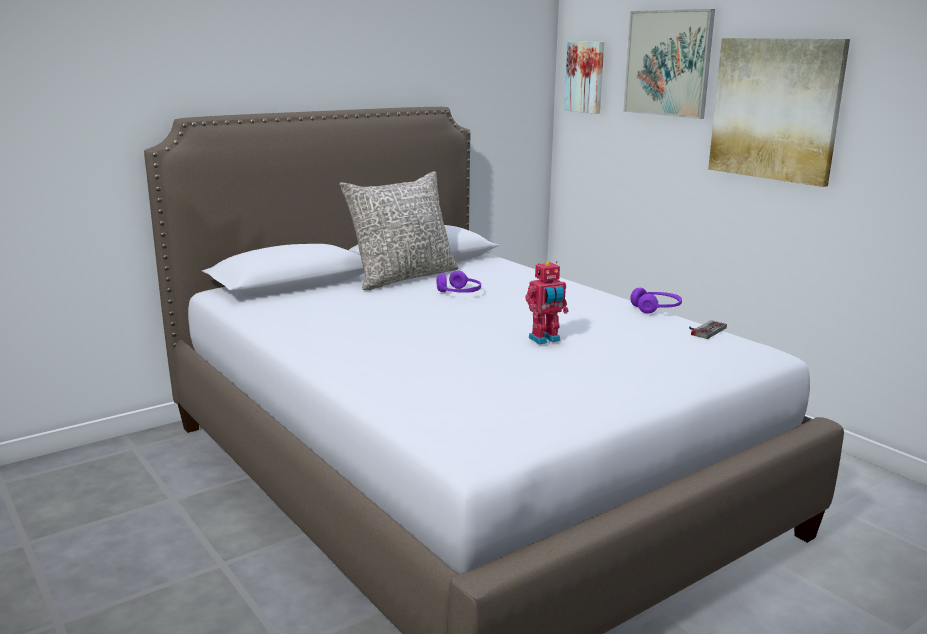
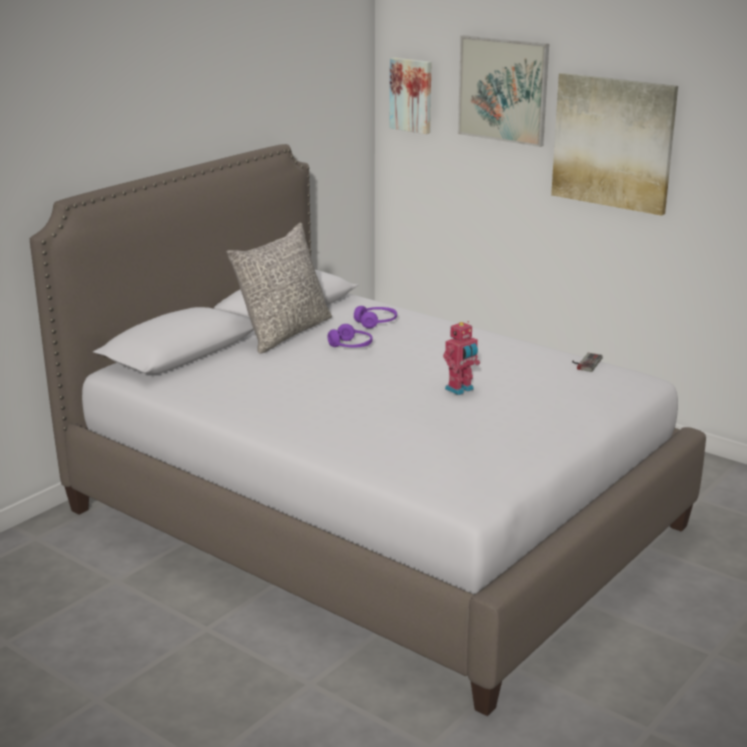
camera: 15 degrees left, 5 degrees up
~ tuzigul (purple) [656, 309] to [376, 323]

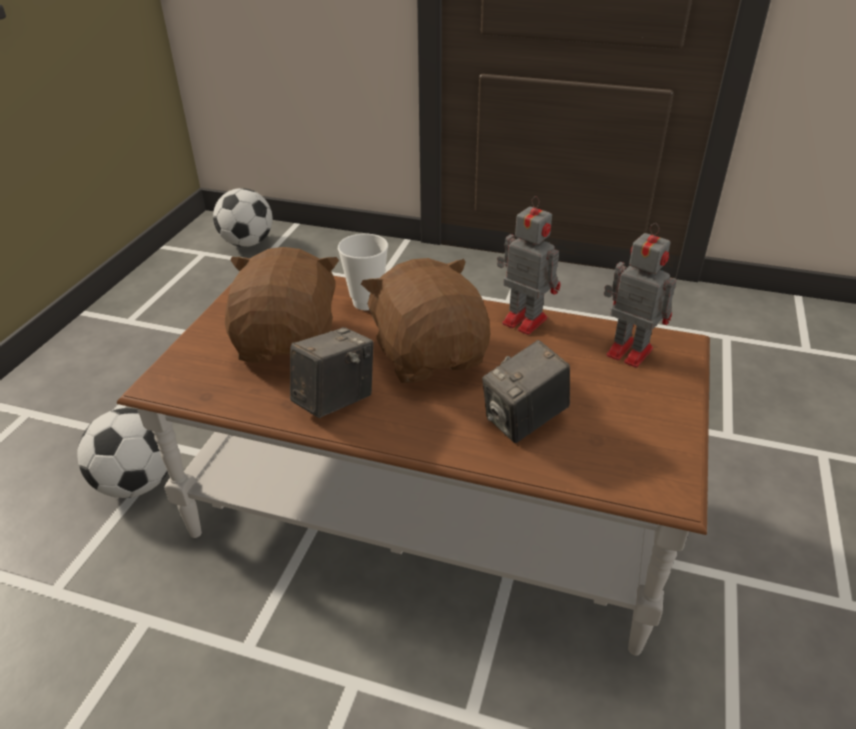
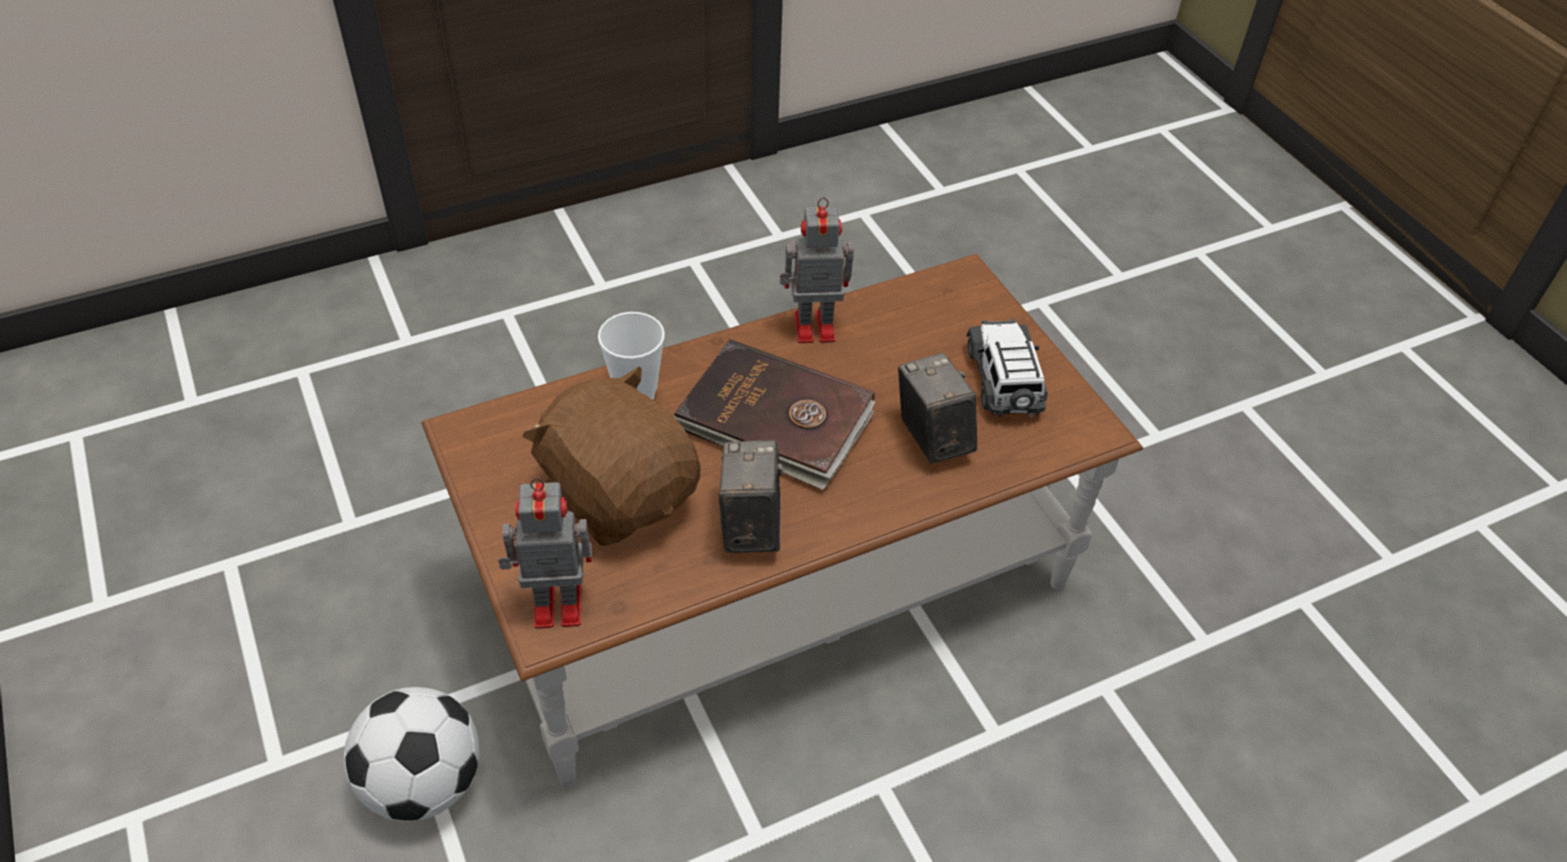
camera: 45 degrees left, 10 degrees up
- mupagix [247, 243]
~ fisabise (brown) [429, 355] to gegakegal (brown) [775, 420]
~ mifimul [524, 421] = [932, 437] 150 degrees clockwise
~ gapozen [627, 351] to [554, 604]
+ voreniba [1004, 381]

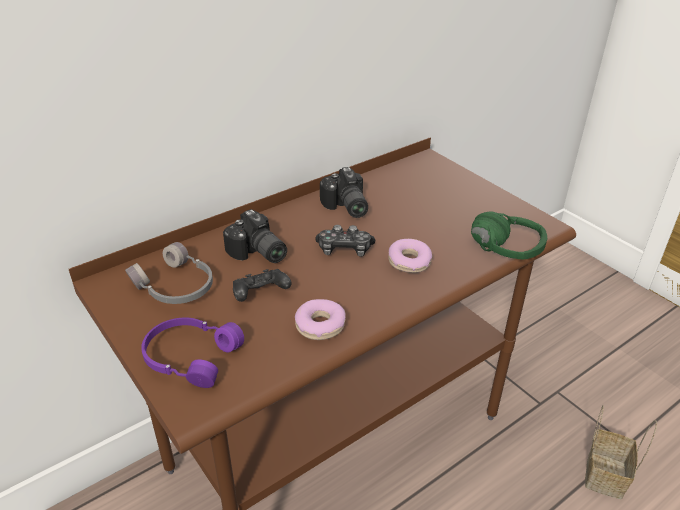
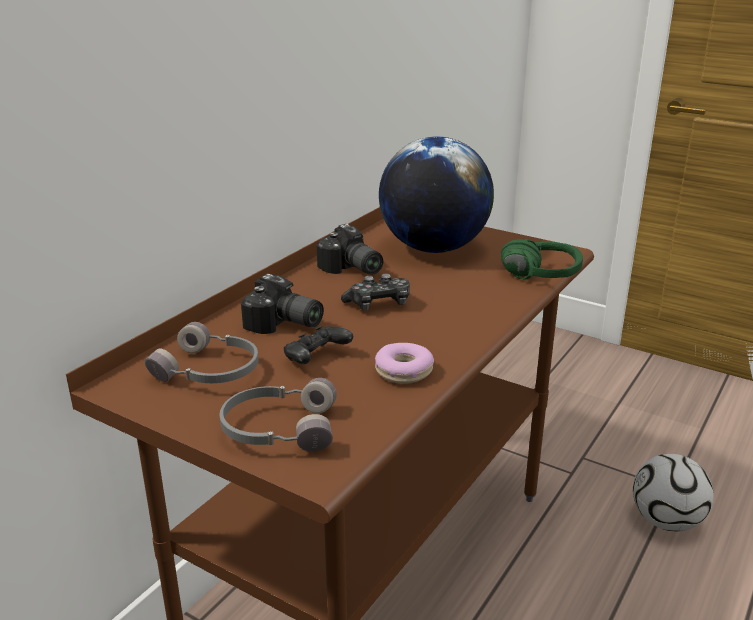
camera: 20 degrees left, 10 degrees down
~ tuzigul (purple) [190, 357] to tuzigul (grey) [279, 428]
- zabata [409, 262]
~ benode [604, 473] to mupagix [665, 521]
+ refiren [434, 248]

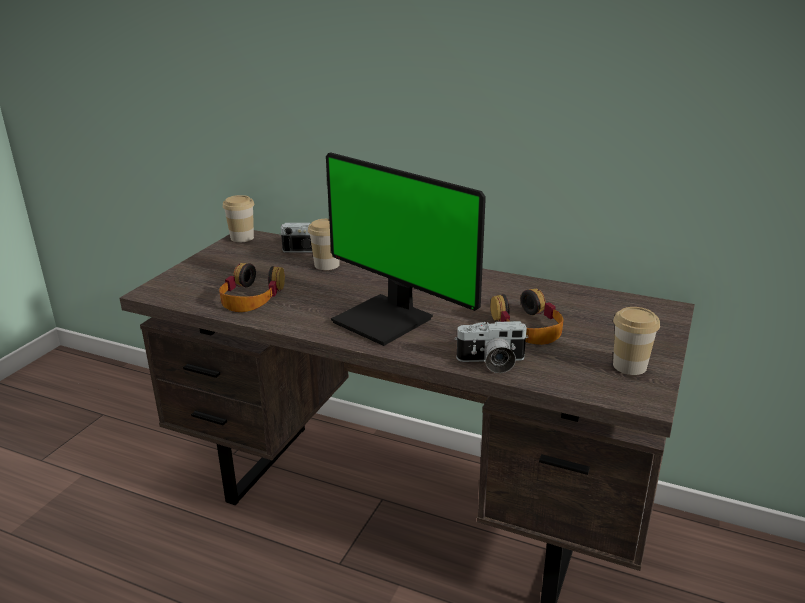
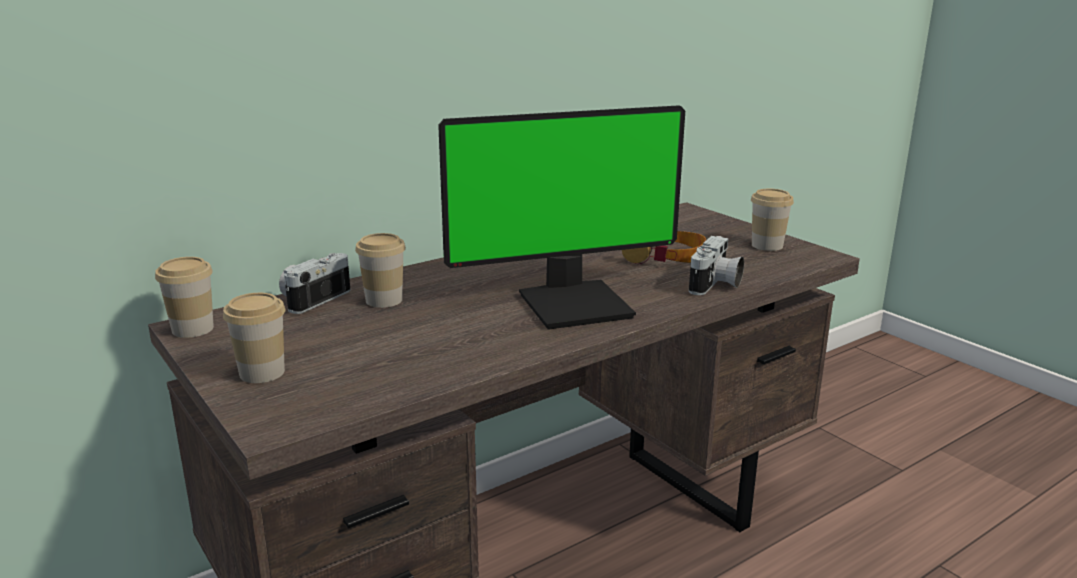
camera: 60 degrees left, 5 degrees down
- tuzigul [251, 297]
+ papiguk [262, 373]

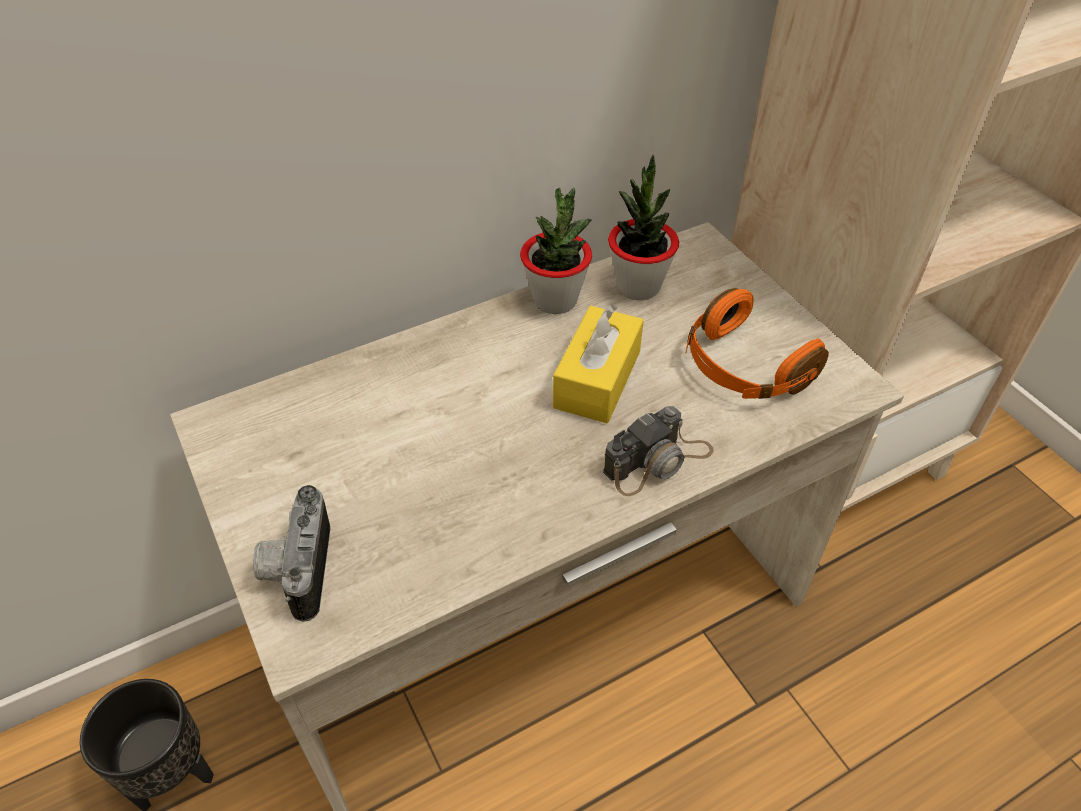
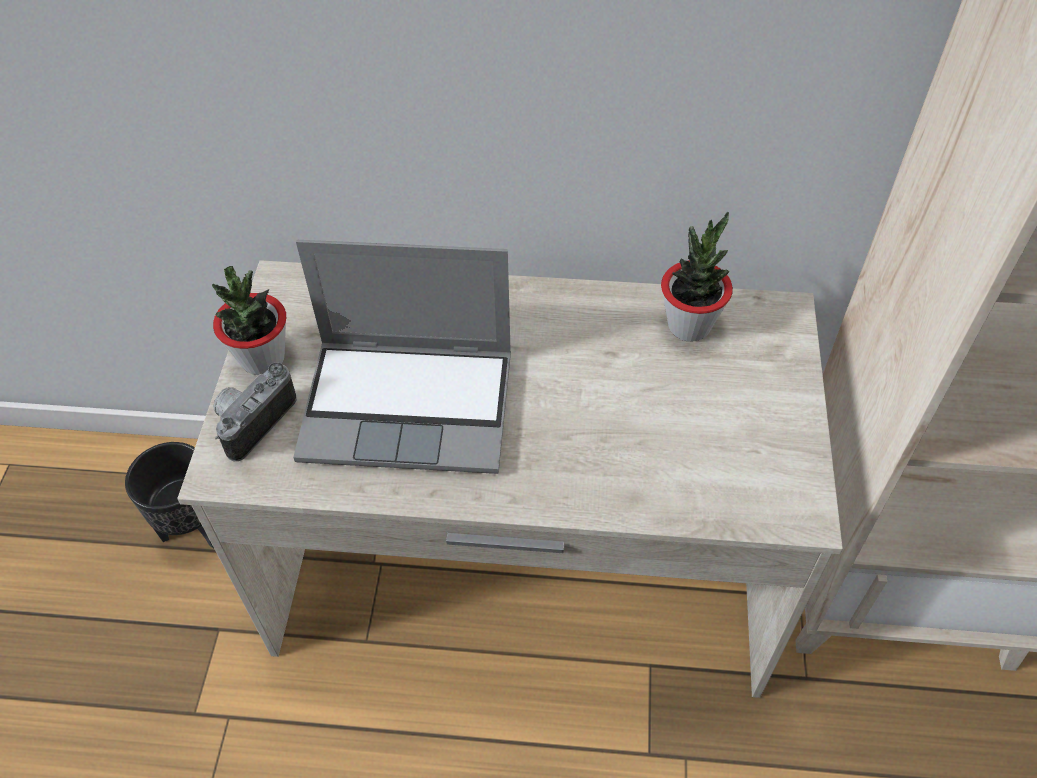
camera: 35 degrees right, 5 degrees up
~ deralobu [555, 300] to [262, 359]
- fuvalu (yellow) [597, 379]
- mifimul [658, 461]
- tuzigul (orange) [743, 368]
+ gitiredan [411, 405]

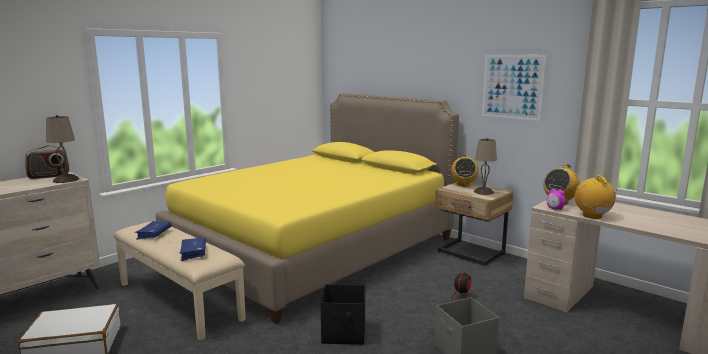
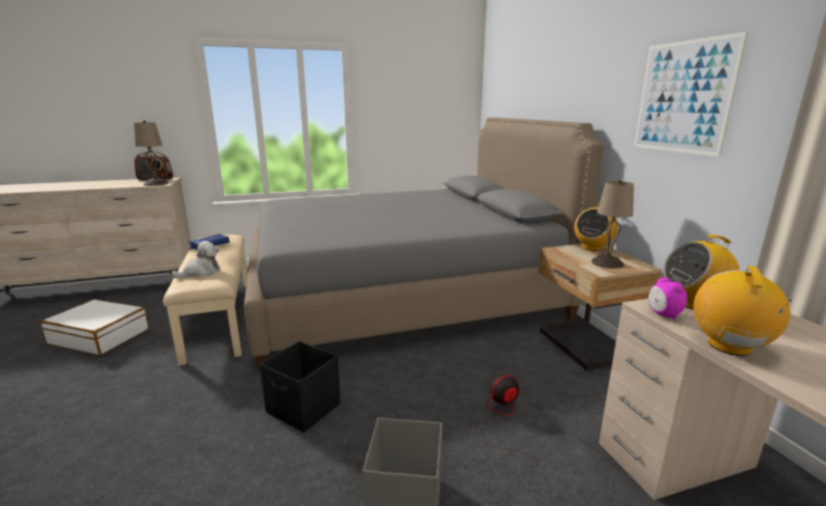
camera: 30 degrees right, 5 degrees up
~ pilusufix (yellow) [314, 249] to pilusufix (grey) [401, 294]
~ gegakegal (blue) [193, 253] to fisabise [201, 272]

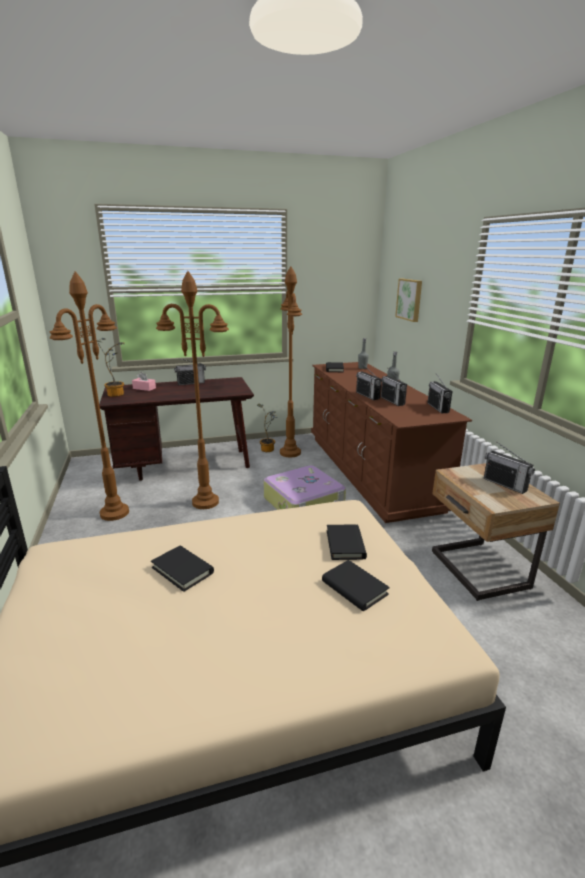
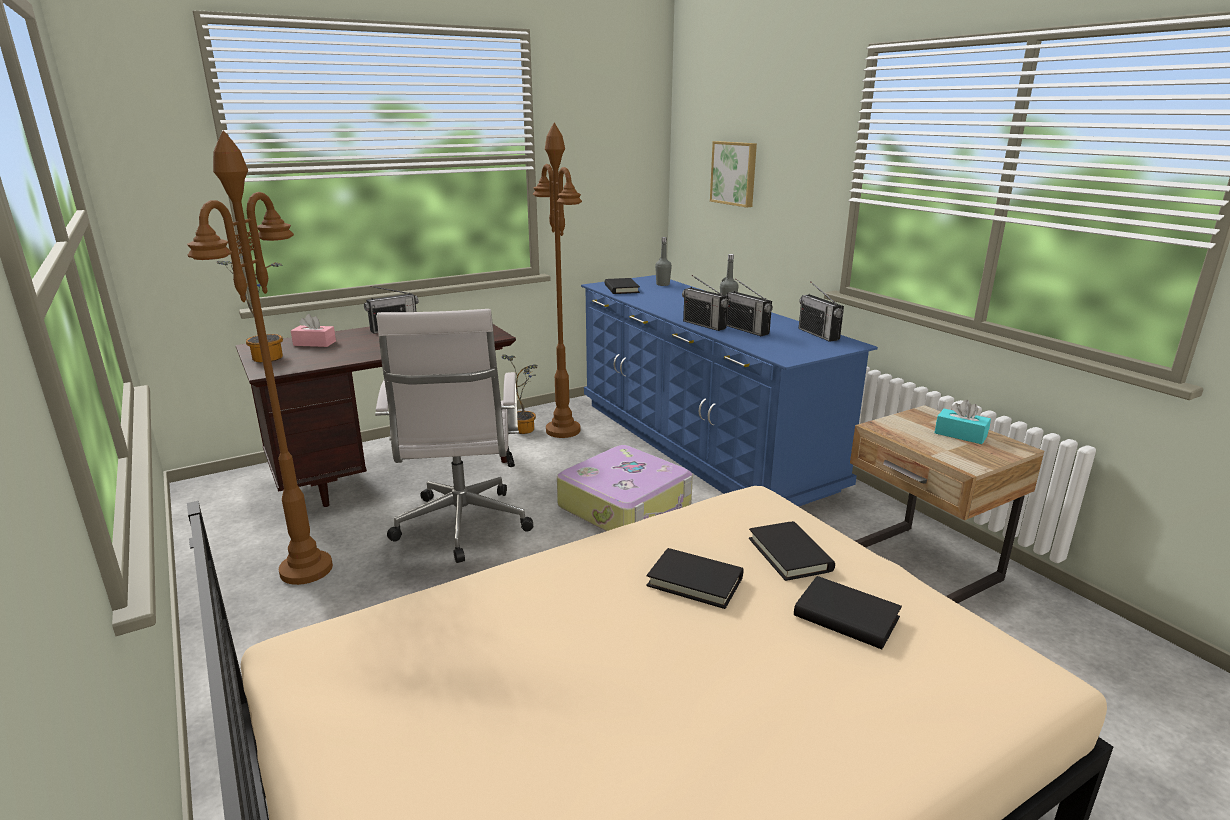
camera: 15 degrees left, 0 degrees up
~ gegakegal (black) [182, 570] to [695, 581]
~ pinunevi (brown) [205, 502] to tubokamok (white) [462, 528]
~ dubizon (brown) [370, 470] to dubizon (blue) [700, 443]
~ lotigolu [505, 484] to fuvalu (turquoise) [960, 435]

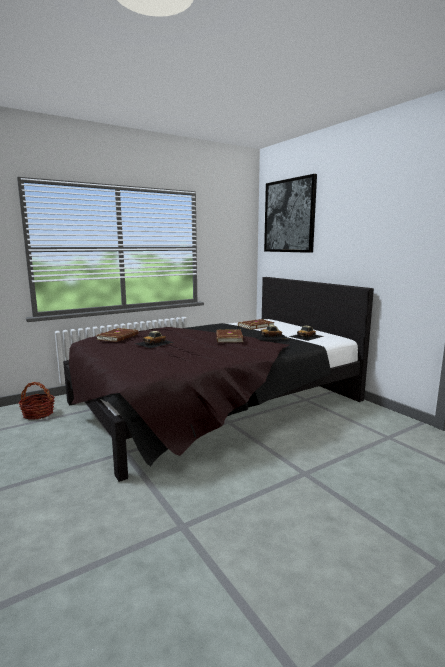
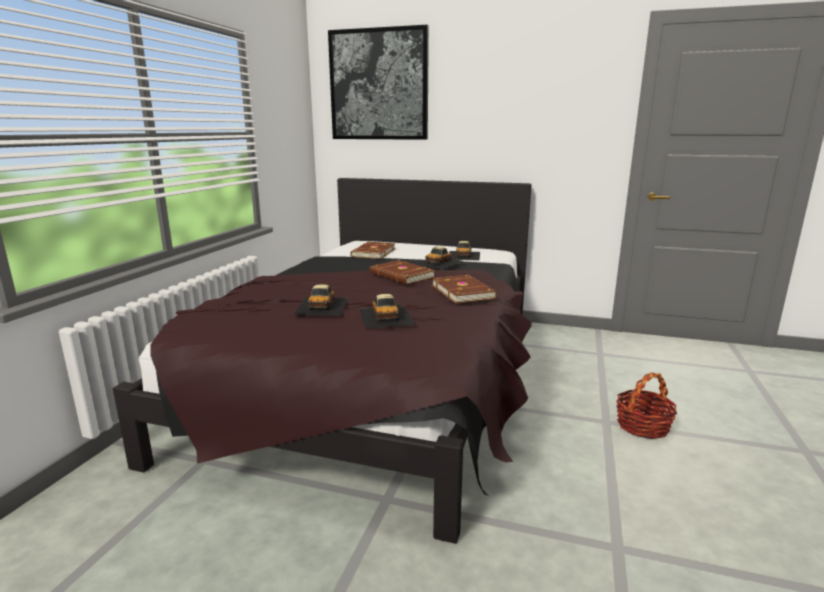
camera: 40 degrees left, 5 degrees up
~ benode [38, 414] to [642, 426]
~ gegakegal (brown) [118, 337] to [463, 292]
+ voreniba [386, 316]

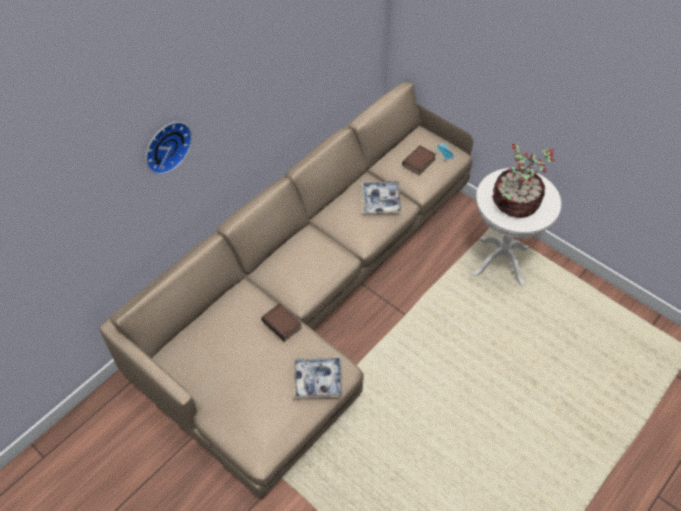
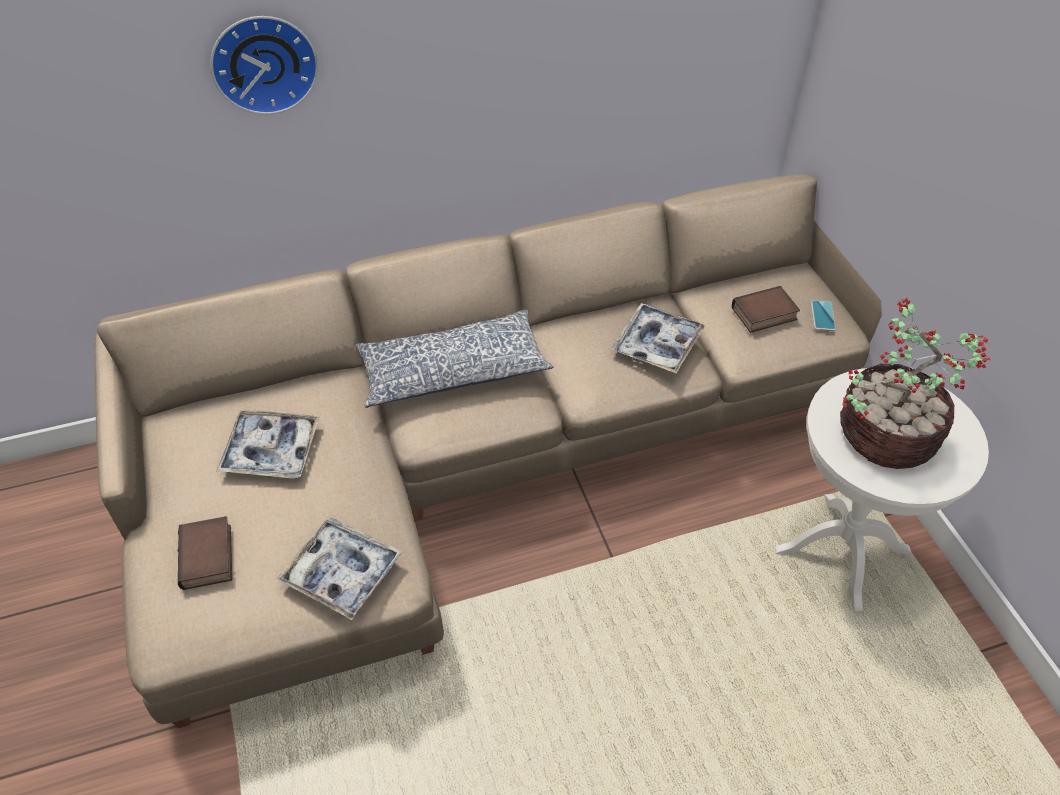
camera: 30 degrees right, 5 degrees down
~ gegakegal [283, 324] to [209, 557]
+ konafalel [271, 450]
+ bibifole [452, 371]

